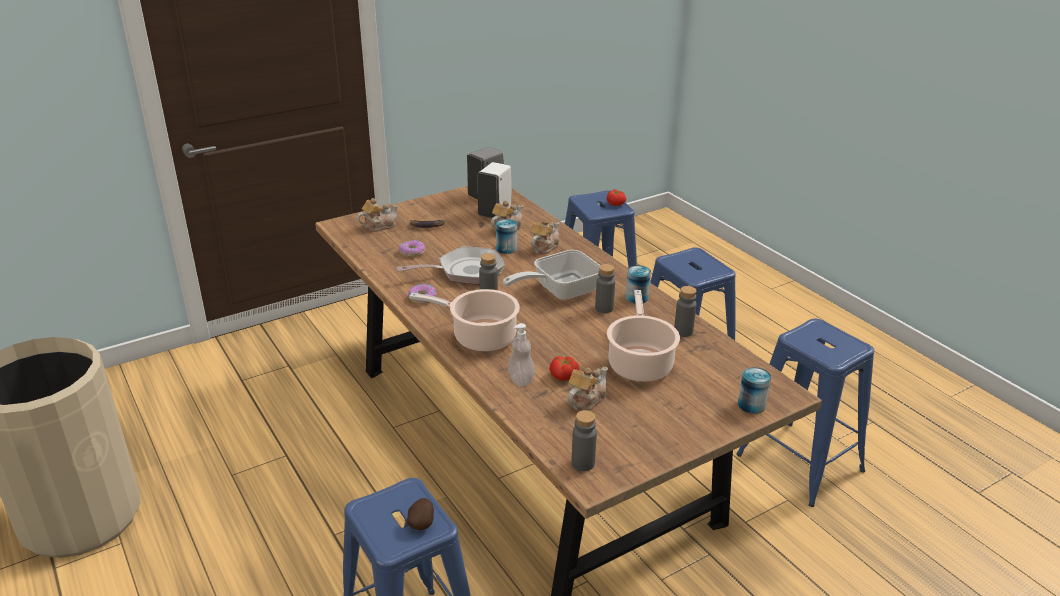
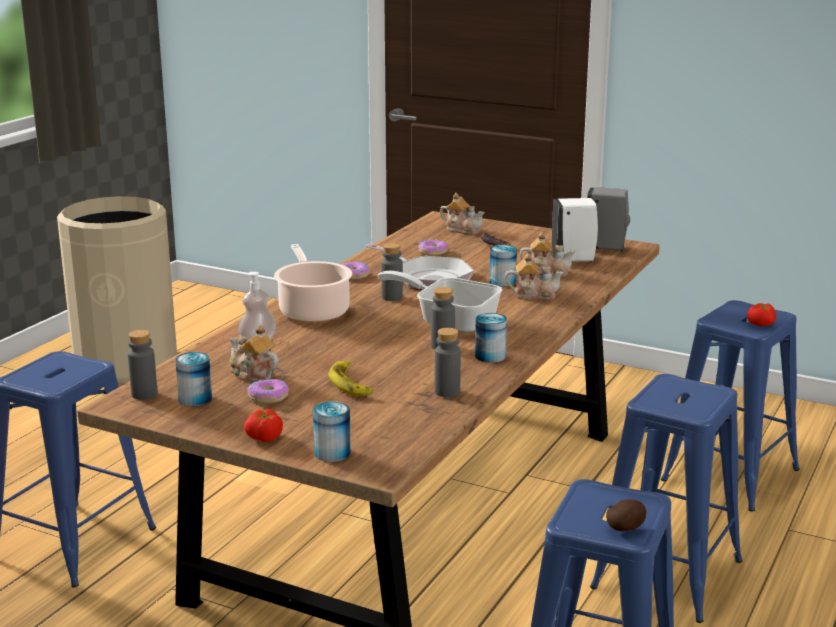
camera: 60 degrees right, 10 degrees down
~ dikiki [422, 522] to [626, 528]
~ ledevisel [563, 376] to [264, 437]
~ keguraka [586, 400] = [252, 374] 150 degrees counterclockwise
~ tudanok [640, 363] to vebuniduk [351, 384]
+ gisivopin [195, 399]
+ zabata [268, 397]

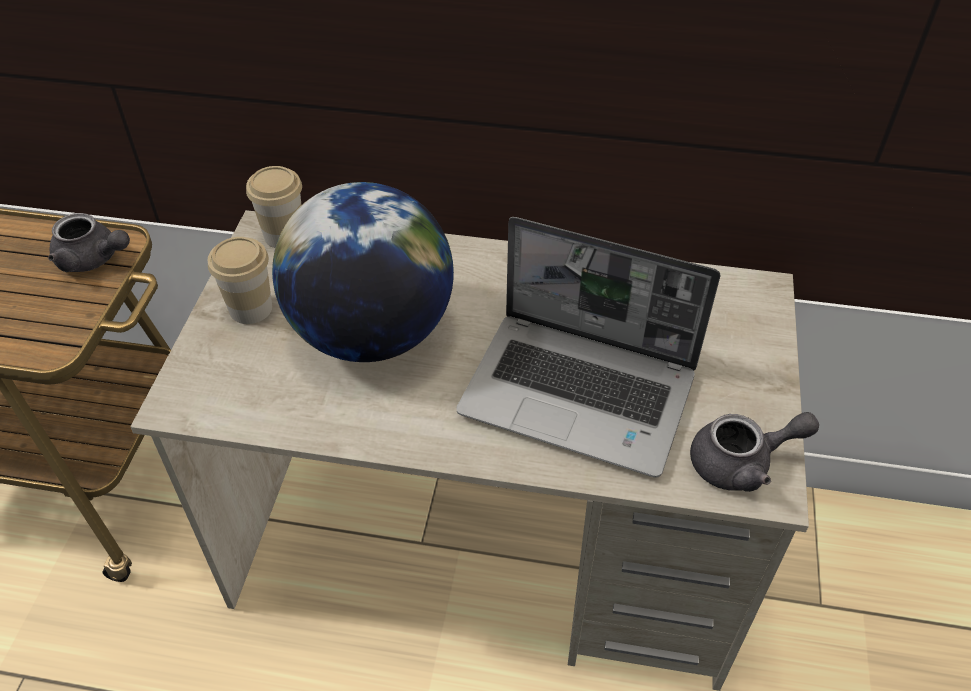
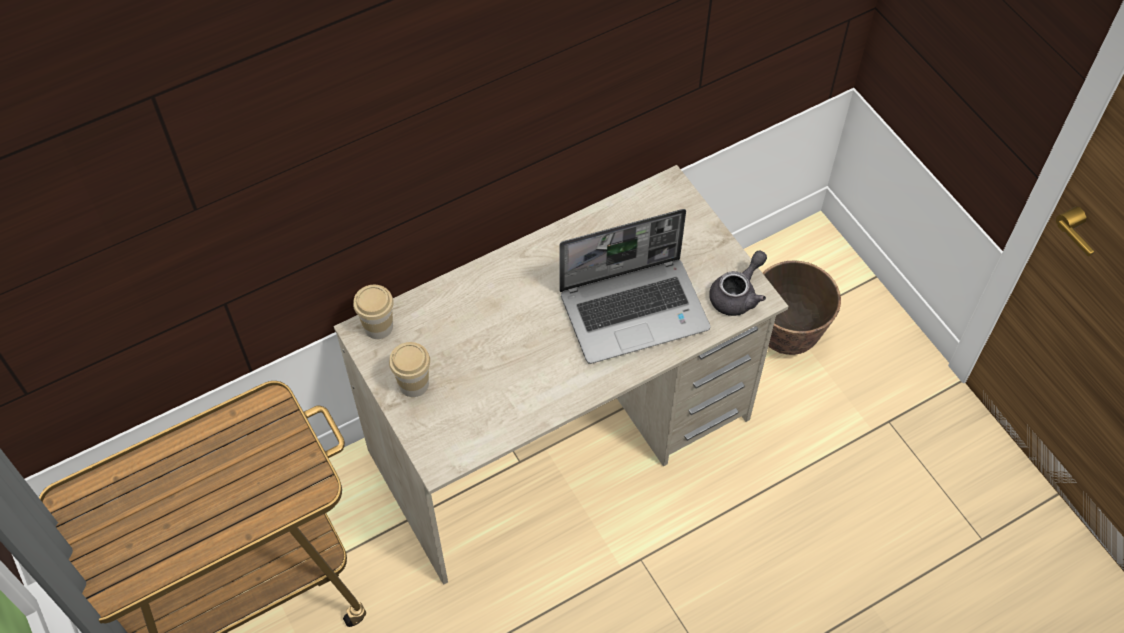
camera: 40 degrees left, 10 degrees up
- keguraka (grey) [93, 259]
- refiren [372, 333]
+ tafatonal [786, 337]

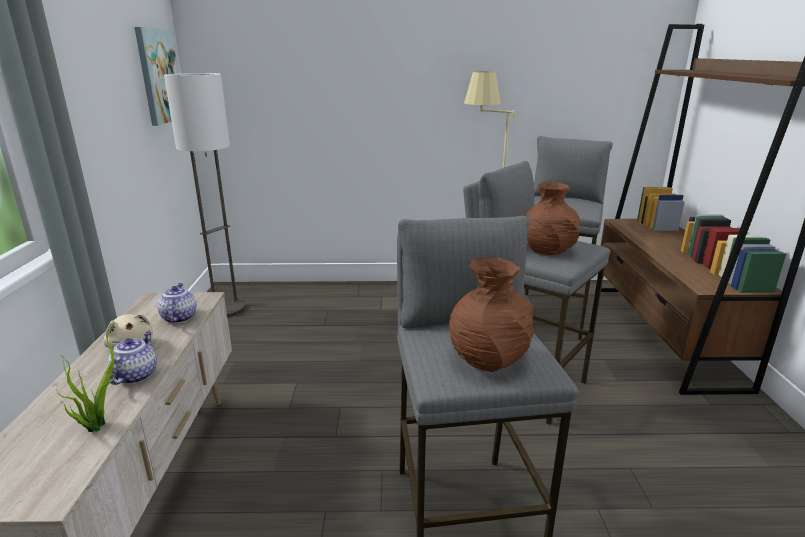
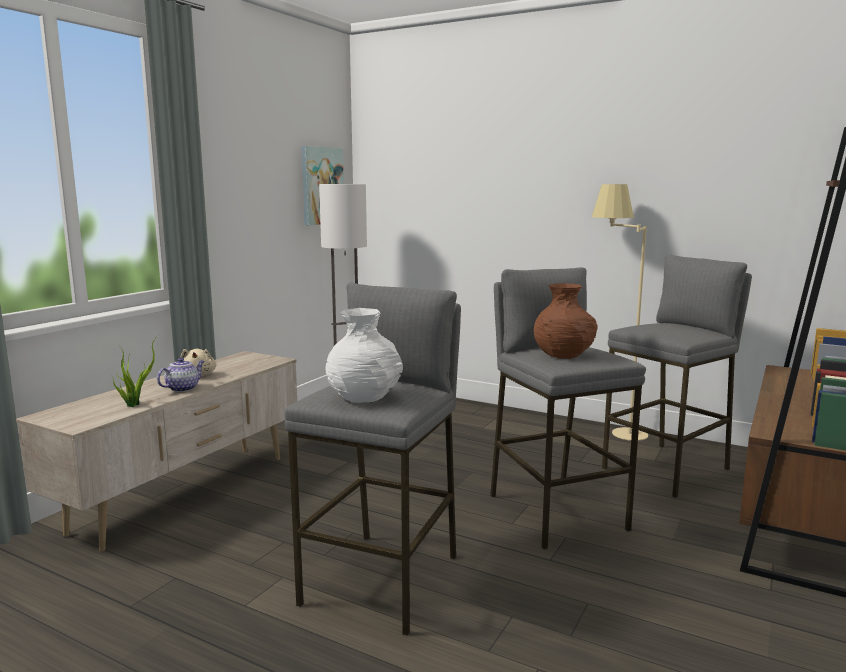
camera: 30 degrees right, 10 degrees down
- keguraka [179, 317]
~ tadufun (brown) [487, 358] to tadufun (white) [364, 396]

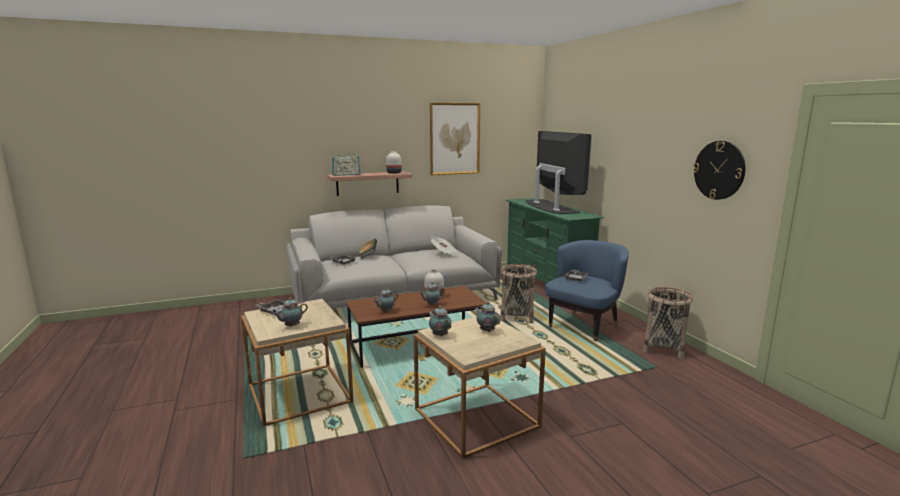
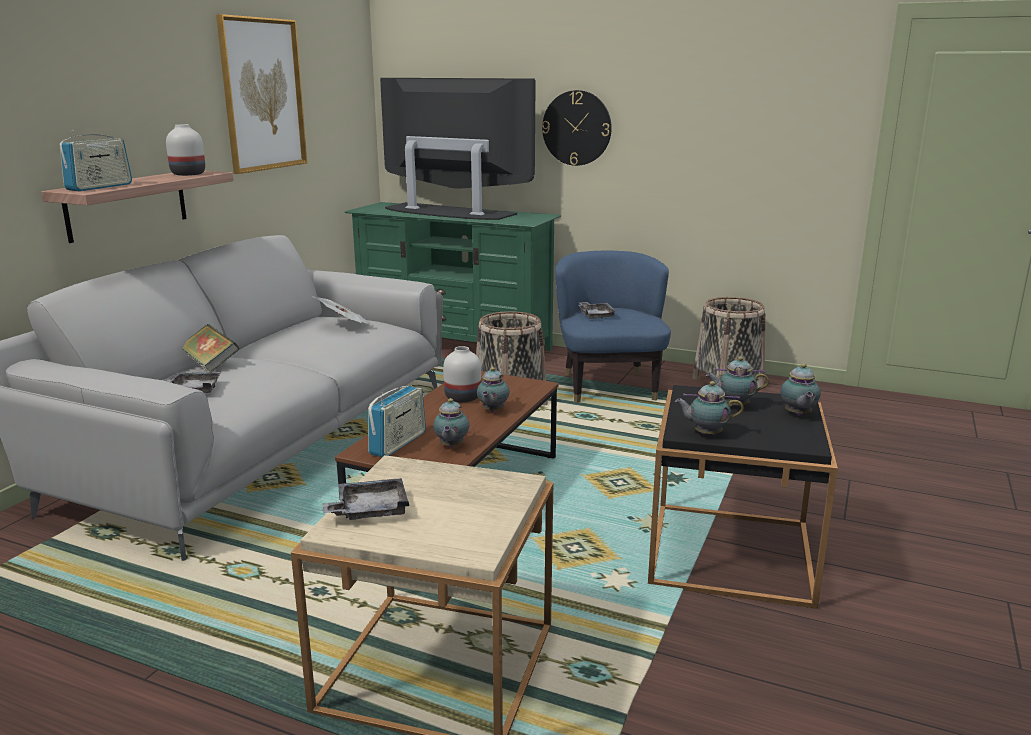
camera: 45 degrees left, 5 degrees up
~ keguraka [291, 326] to [797, 415]
~ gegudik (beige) [476, 418] to gegudik (black) [731, 553]
~ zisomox [719, 170] to [576, 128]
+ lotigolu [398, 444]

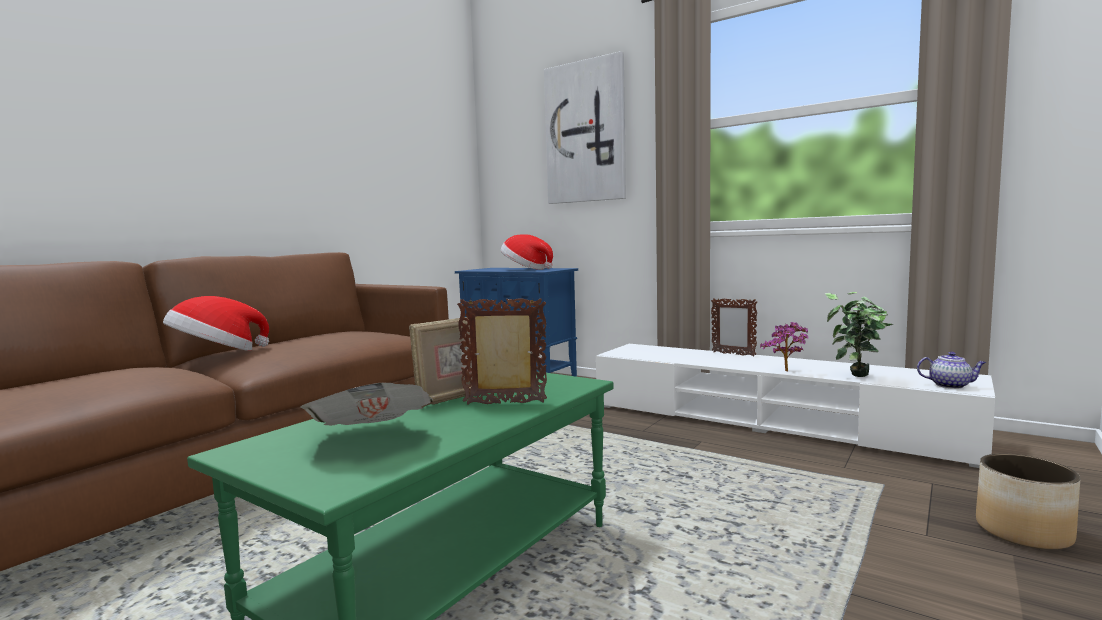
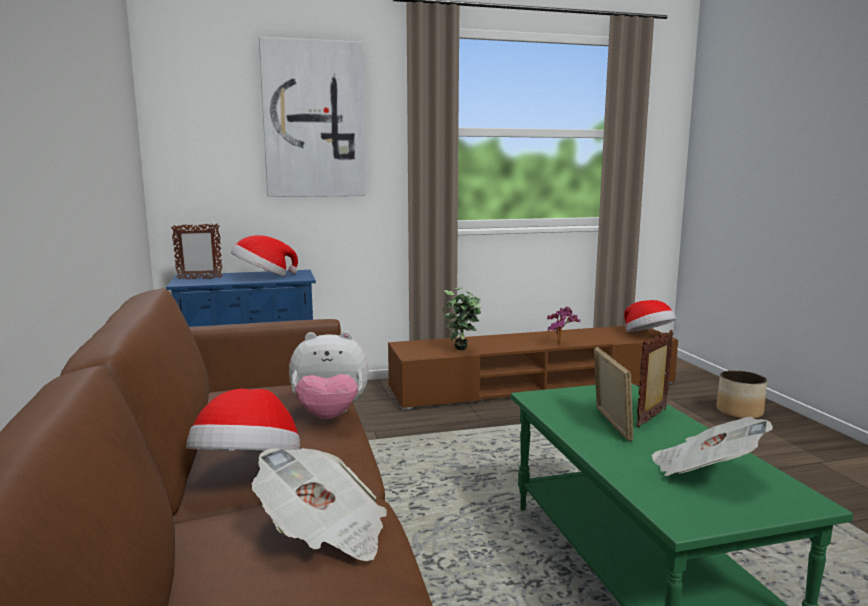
camera: 50 degrees left, 5 degrees up
~ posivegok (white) [769, 422] to posivegok (brown) [533, 386]
~ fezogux [733, 354] to [199, 279]
~ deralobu [856, 377] to [462, 351]
~ keguraka [950, 385] to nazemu [647, 336]
+ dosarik [324, 533]
+ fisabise [329, 416]

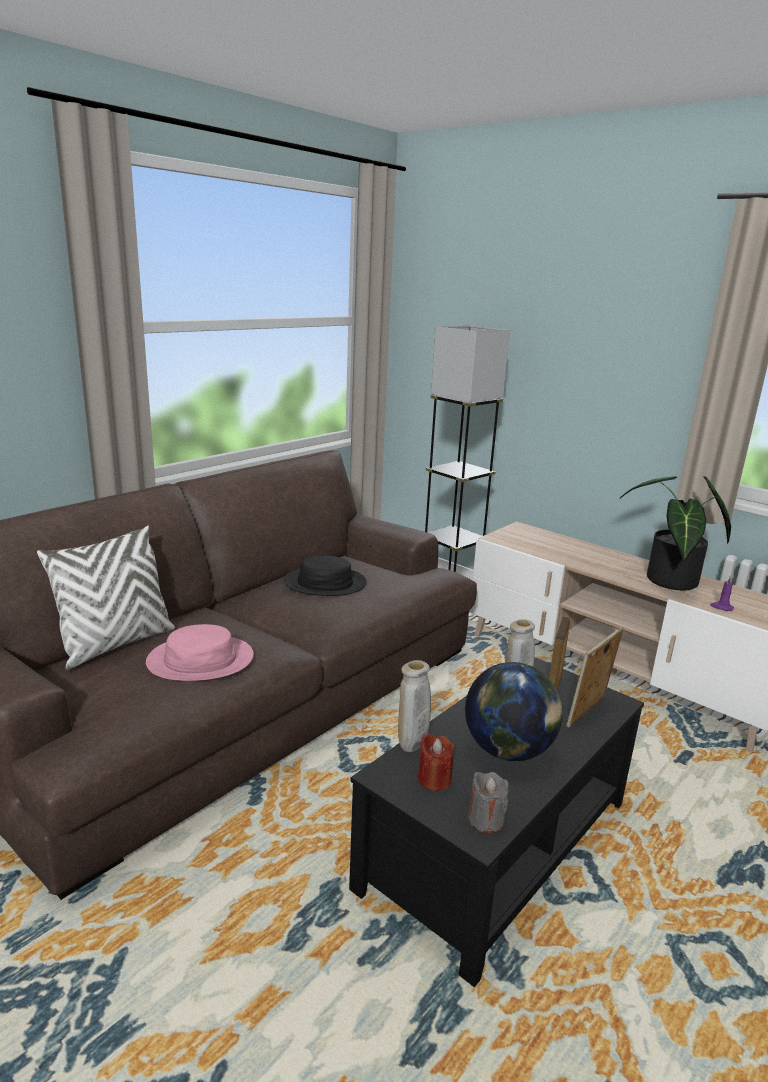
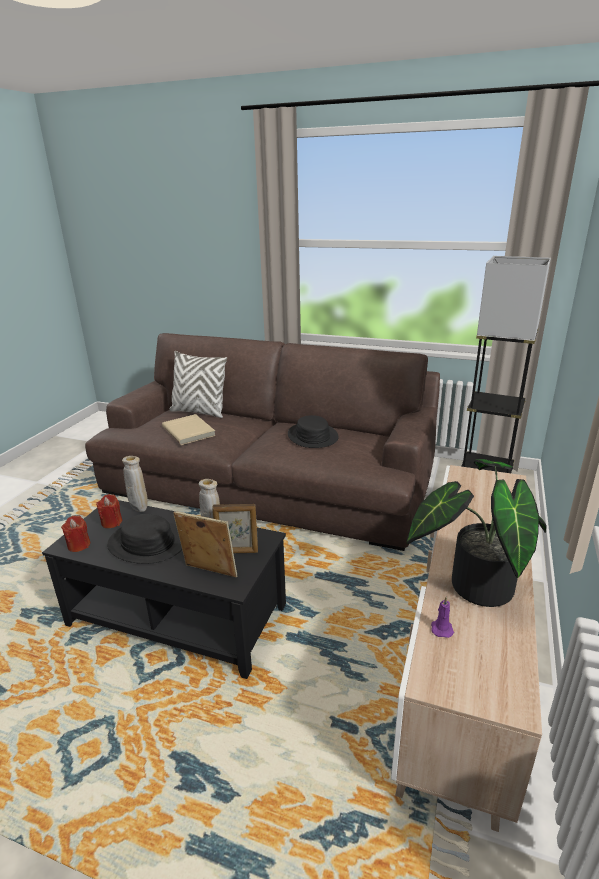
camera: 70 degrees right, 5 degrees up
~ nazemu (pink) [200, 660] to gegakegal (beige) [189, 431]
~ refiren [508, 751] to nazemu (black) [147, 543]
~ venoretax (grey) [485, 819] to venoretax (red) [79, 545]

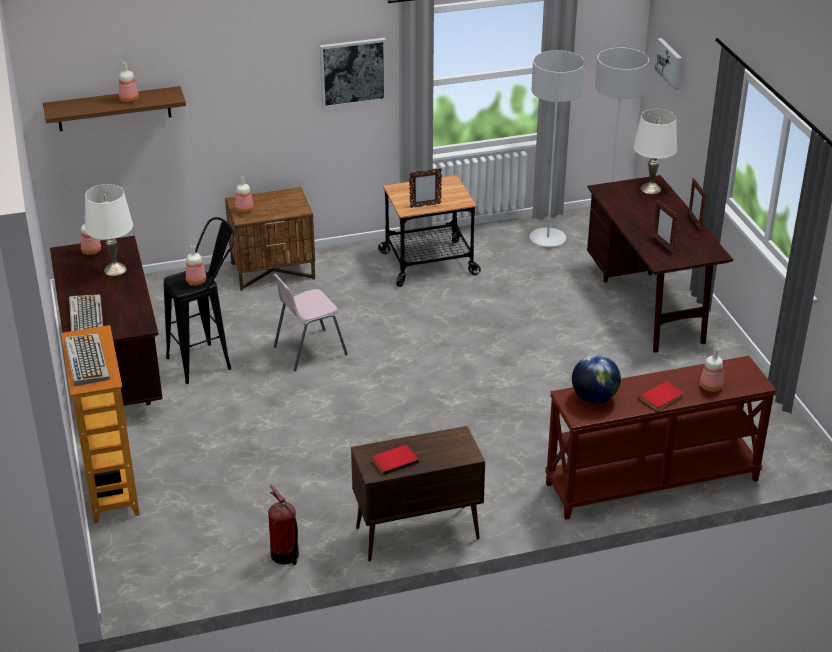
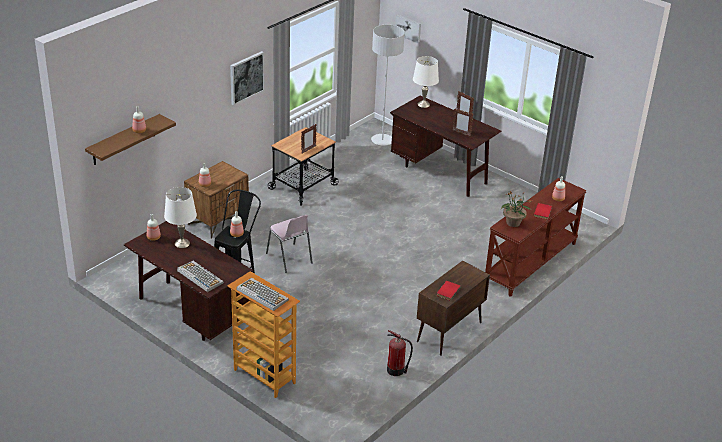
camera: 35 degrees left, 0 degrees up
~ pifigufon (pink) [309, 350] = [289, 258] 60 degrees counterclockwise
- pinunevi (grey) [547, 239]
~ refiren [594, 398] to deralobu [513, 223]

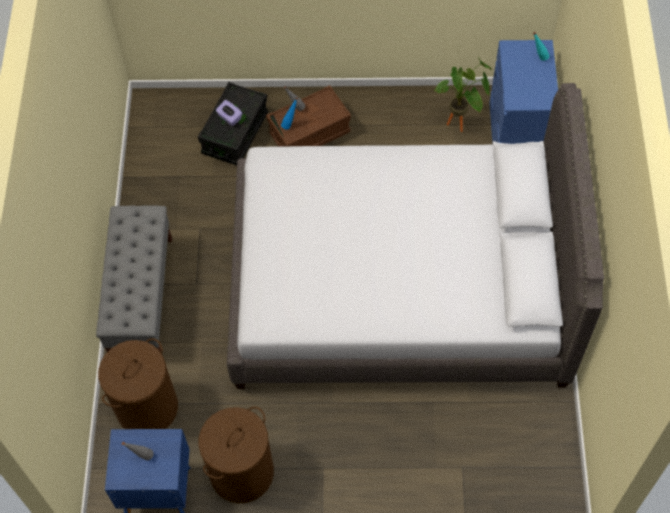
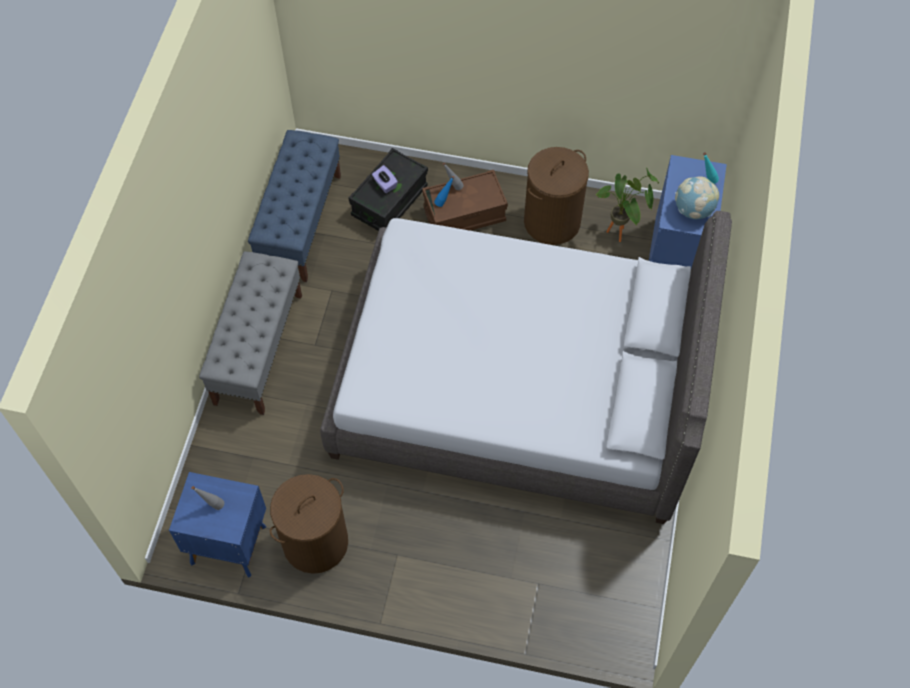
camera: 10 degrees right, 0 degrees up
~ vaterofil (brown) [147, 407] to [552, 221]
+ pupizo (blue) [300, 223]
+ refiren [693, 210]

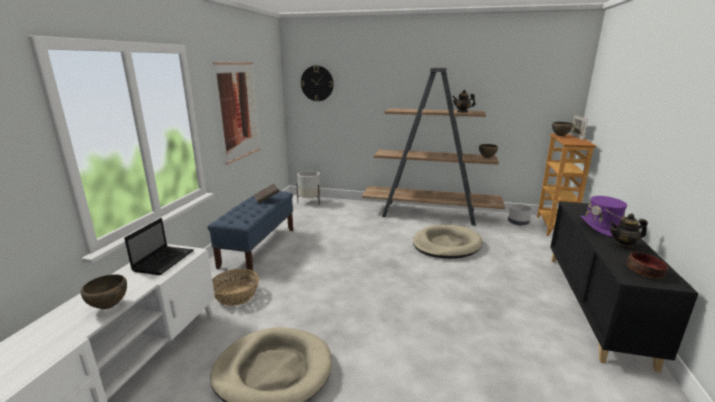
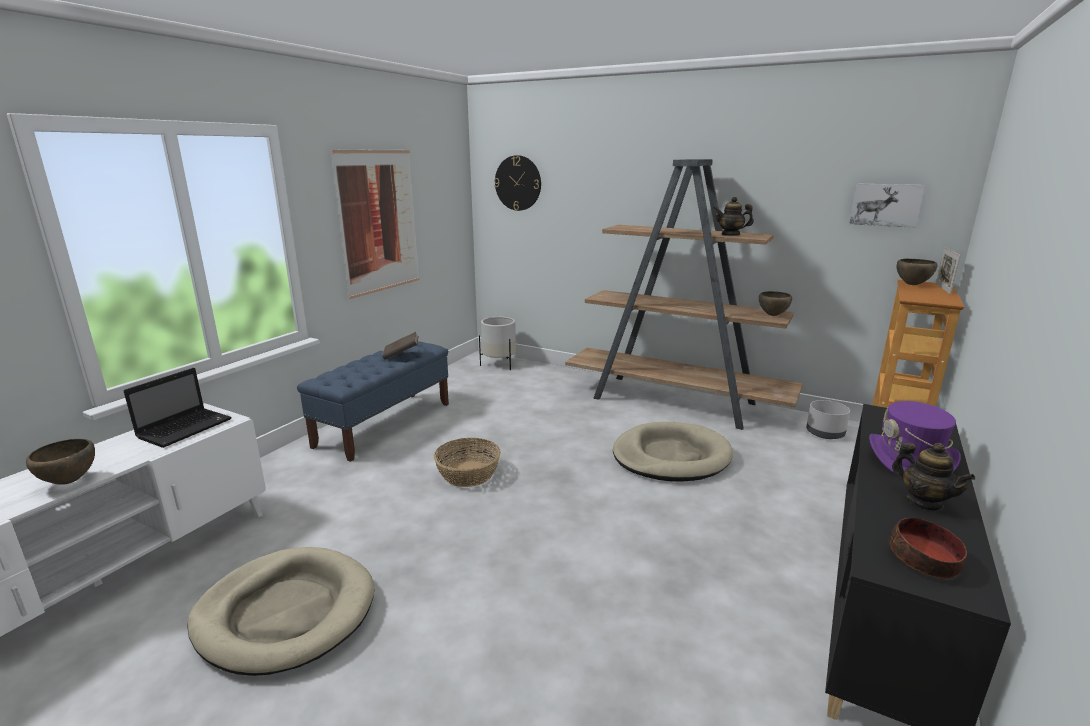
camera: 15 degrees right, 0 degrees up
~ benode [235, 295] to [467, 474]
~ keguraka [623, 245] = [923, 502] 135 degrees counterclockwise
+ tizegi [885, 205]

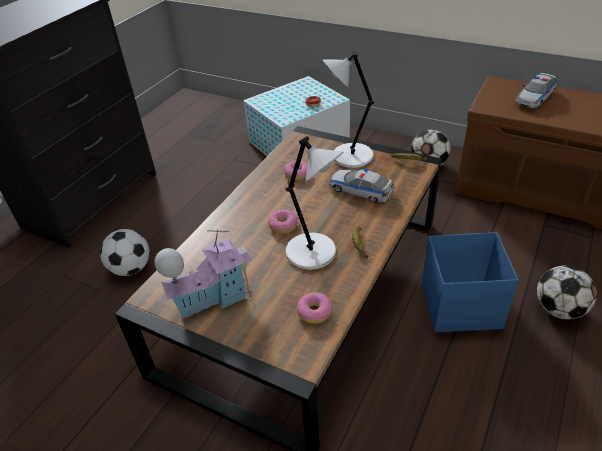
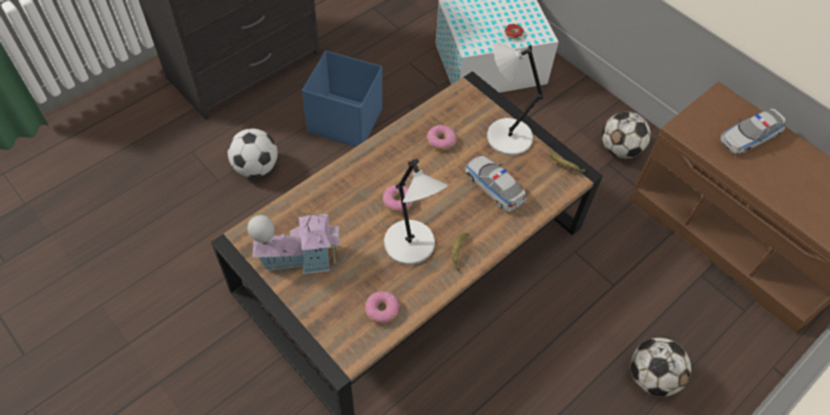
camera: 15 degrees right, 15 degrees up
~ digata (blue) [459, 306] to [344, 120]

